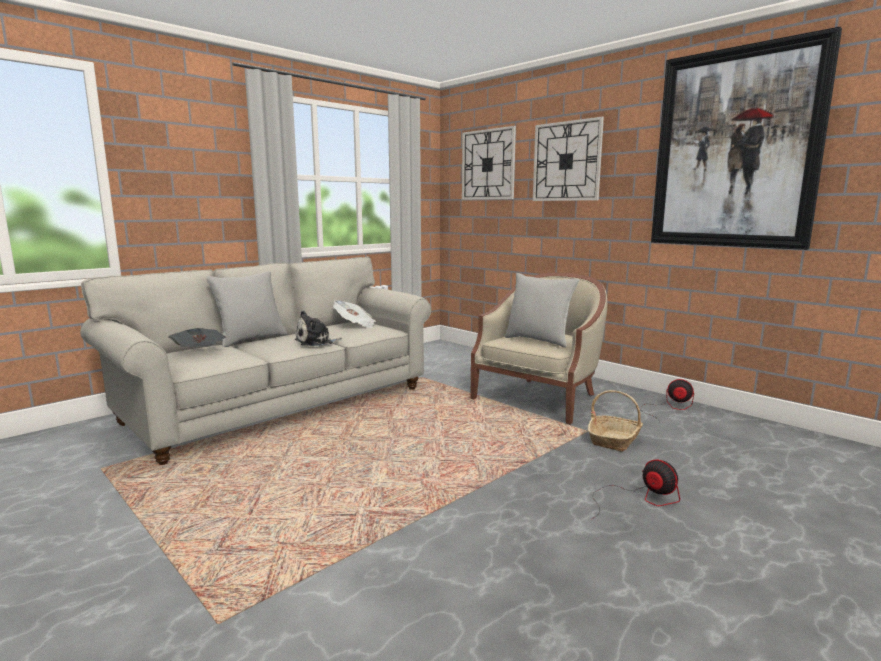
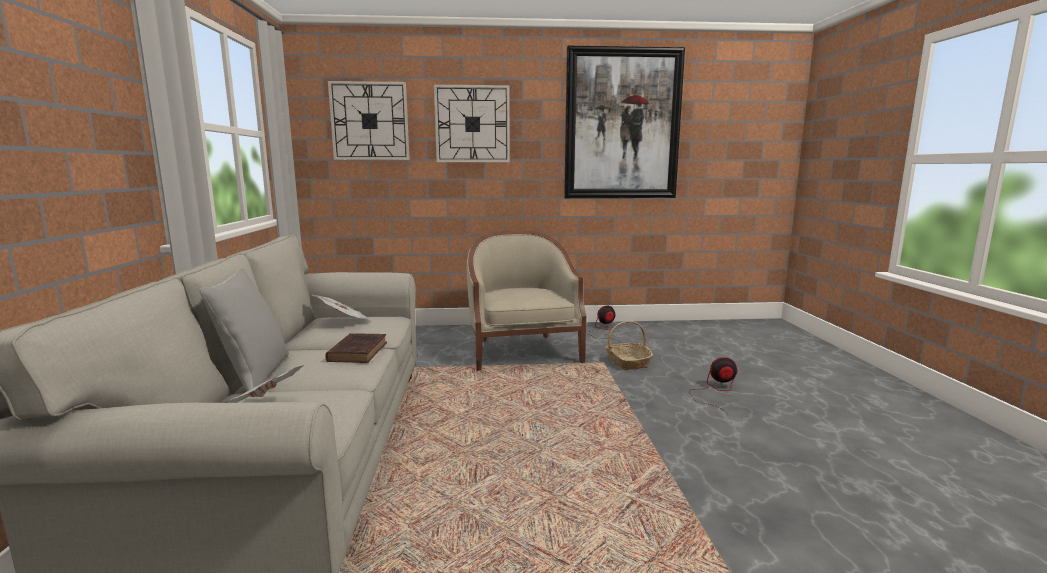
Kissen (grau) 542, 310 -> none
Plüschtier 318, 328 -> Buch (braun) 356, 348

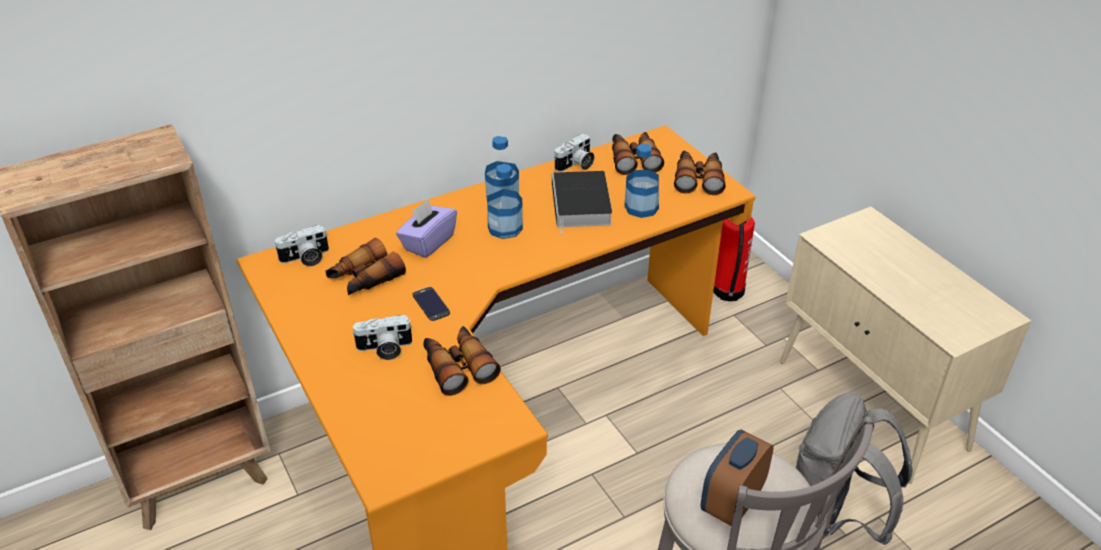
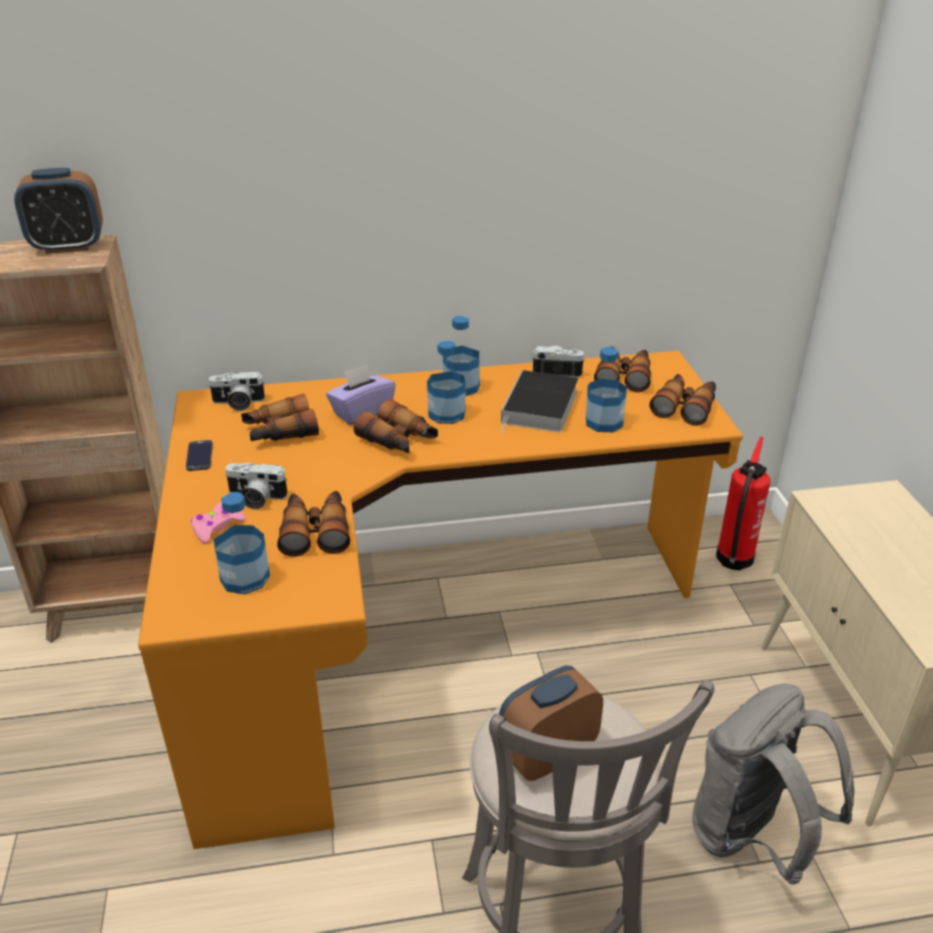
Kamera 575, 152 -> Kamera 558, 361, 150 degrees counterclockwise
Handy 431, 304 -> Handy 199, 455, shifted
none -> Wecker 58, 211
none -> Fernglas 396, 426
none -> Flasche 241, 543
none -> Gamepad (rosa) 218, 522

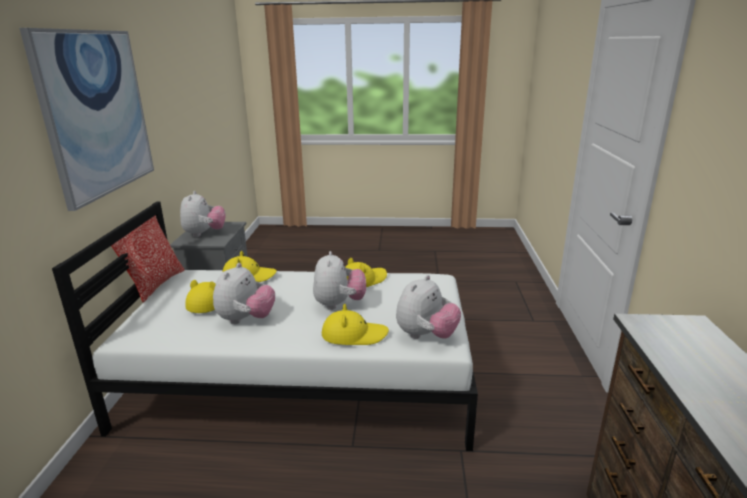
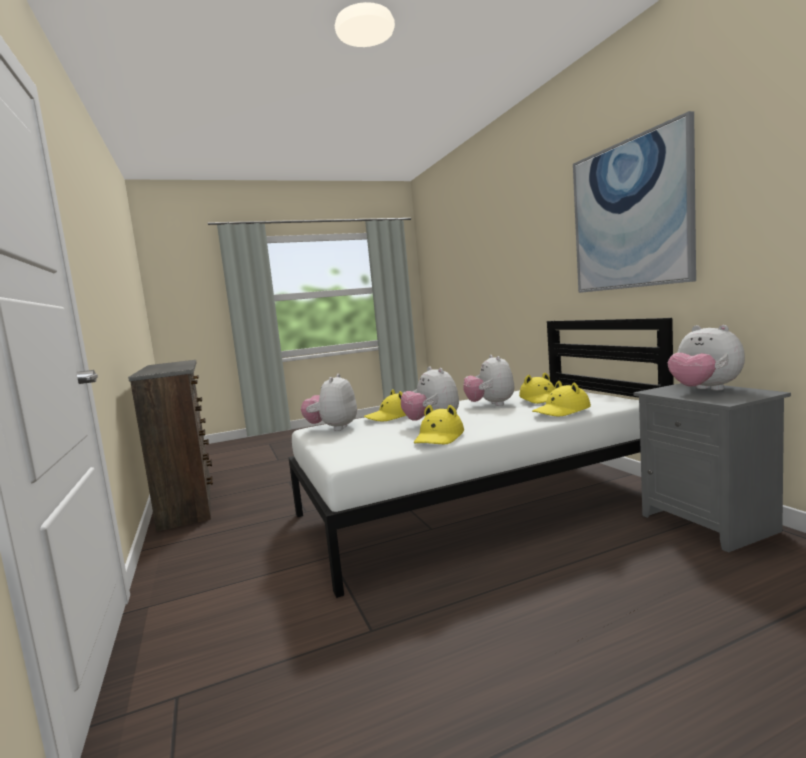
Kissen 147, 259 -> none

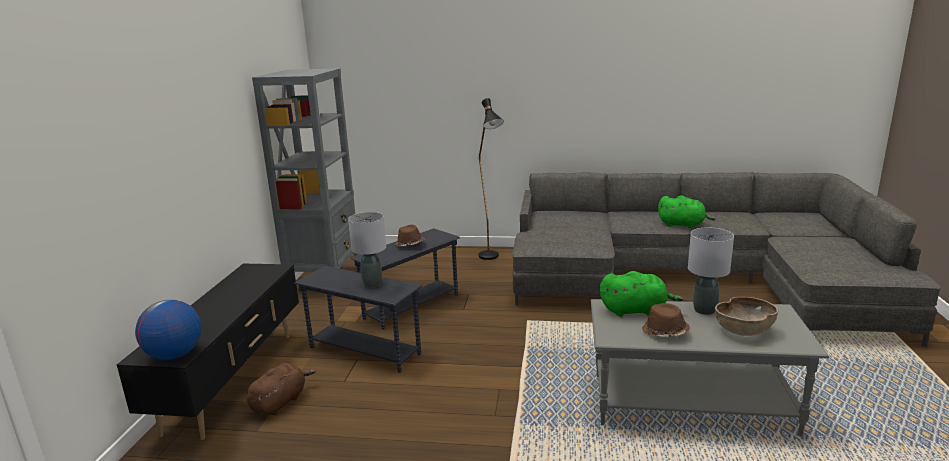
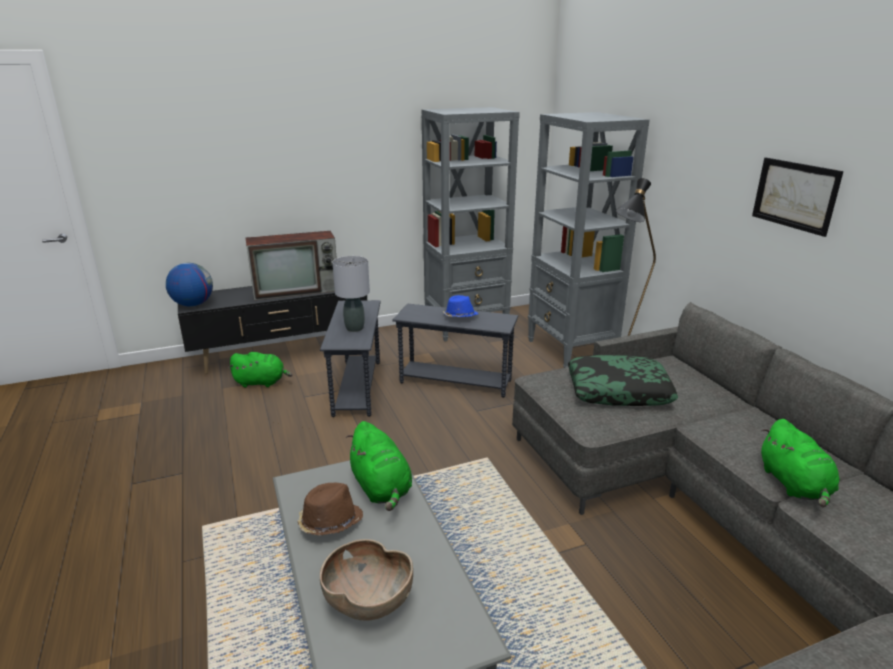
Hut (braun) 409, 235 -> Hut (blau) 460, 306
Tischlampe (grau) 711, 271 -> none
Plüschtier (braun) 281, 389 -> Plüschtier (grün) 260, 369
none -> Bücherregal (grau) 589, 240
none -> Bild 798, 197
none -> Fernseher 291, 265
none -> Kissen 623, 380

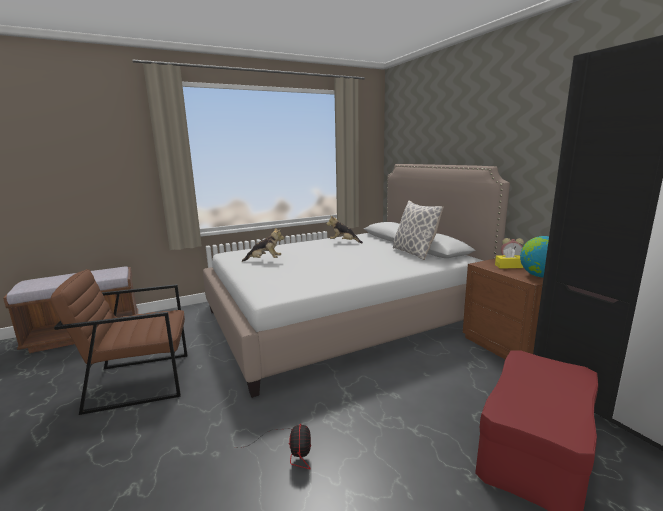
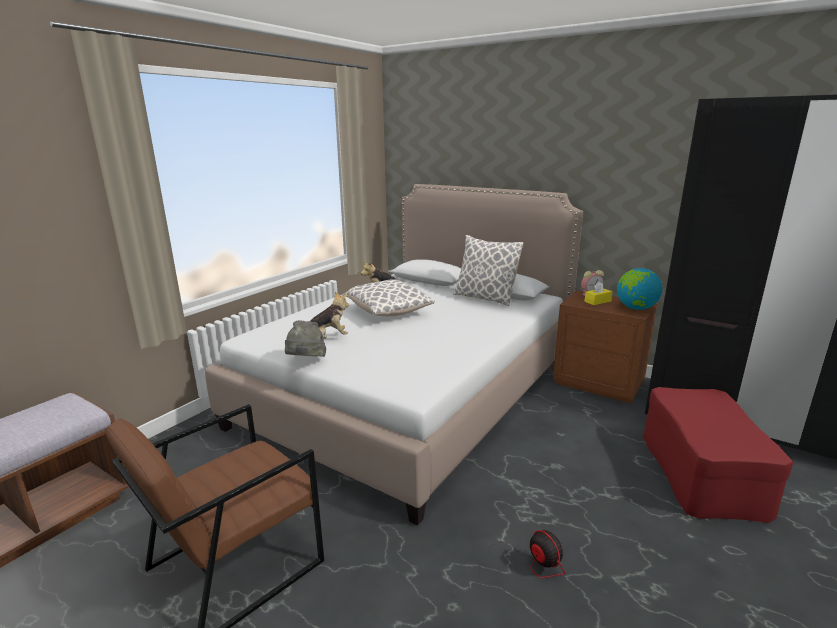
none -> Kissen 388, 298
none -> Hut (grau) 305, 338

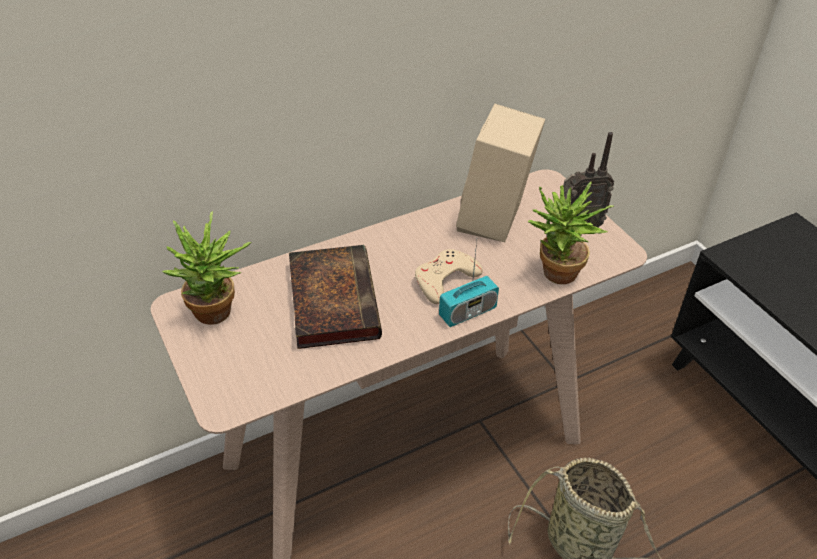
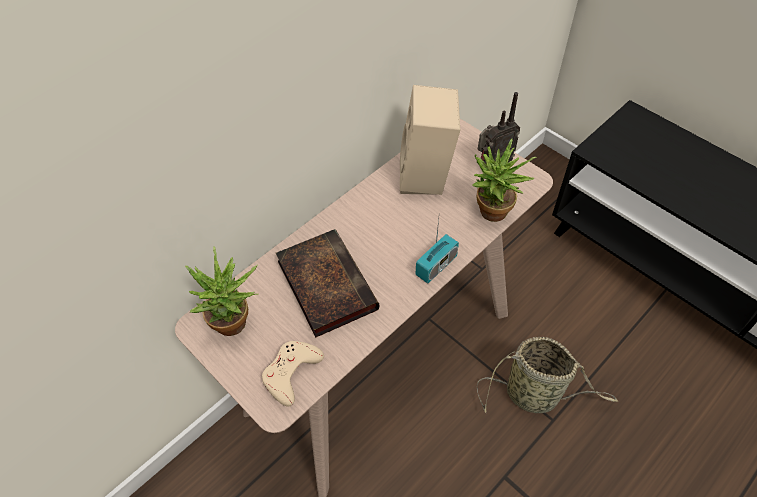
Gamepad (beige) 449, 276 -> Gamepad (beige) 293, 374, shifted

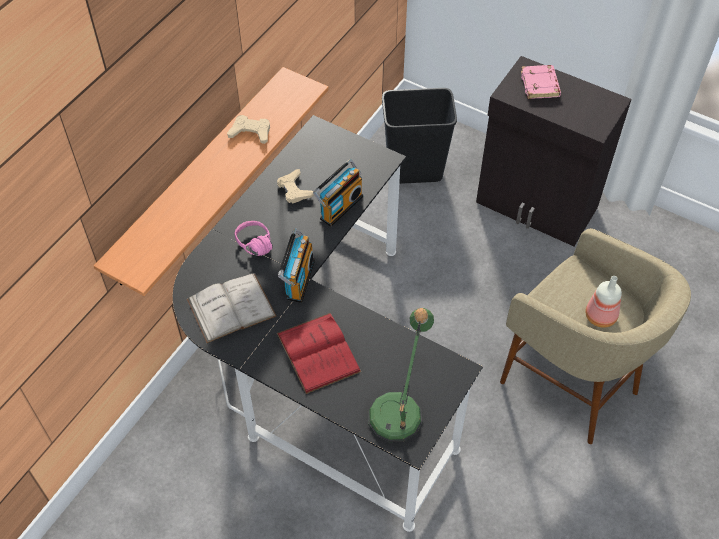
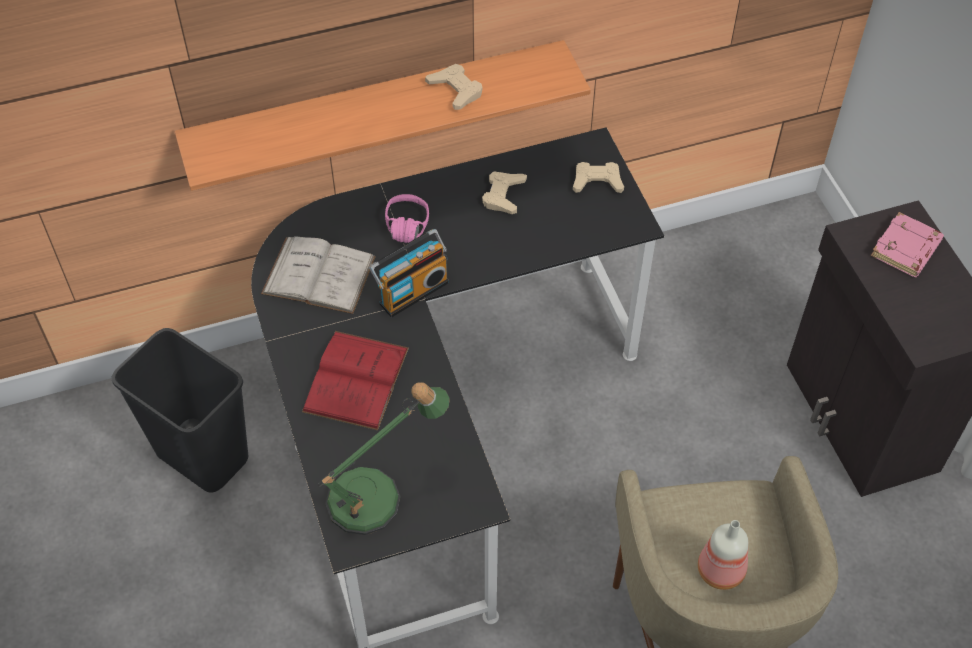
Mülleimer (schwarz) 419, 136 -> Mülleimer (schwarz) 179, 410, shifted
Radio 338, 193 -> none
none -> Gamepad (beige) 598, 177

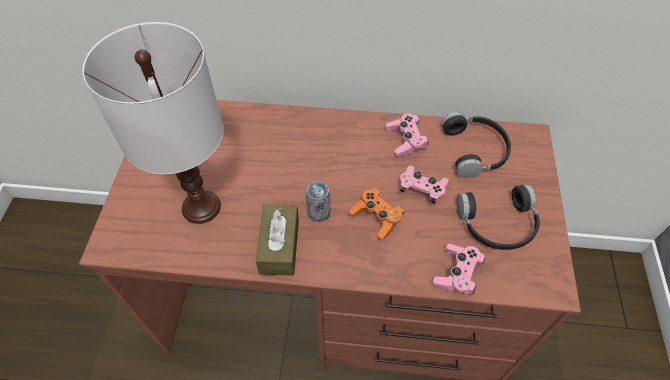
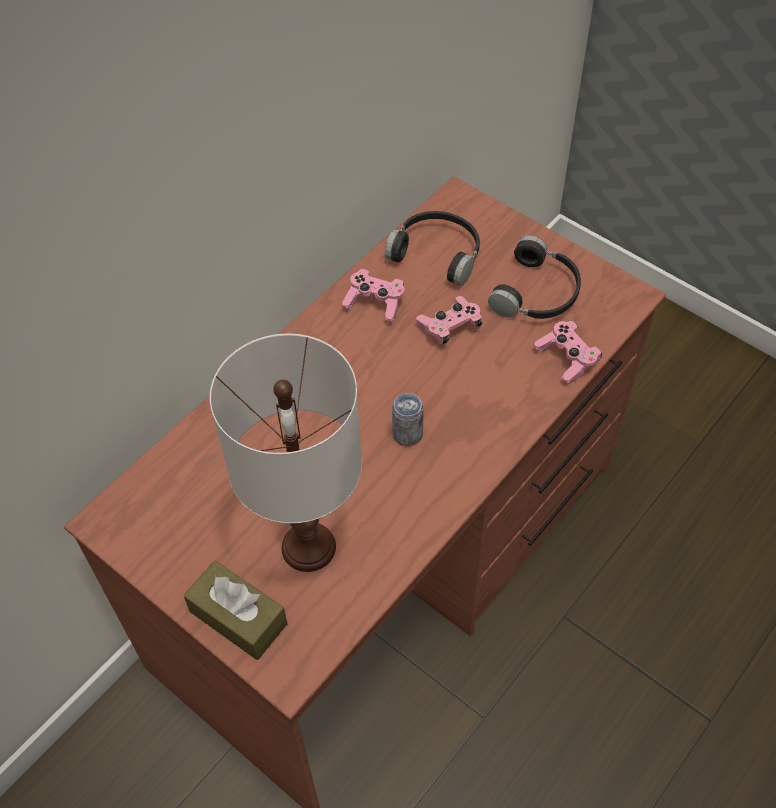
Gamepad (orange) 376, 214 -> none
Taschentuchbox (braun) 277, 240 -> Taschentuchbox (braun) 235, 610, shifted

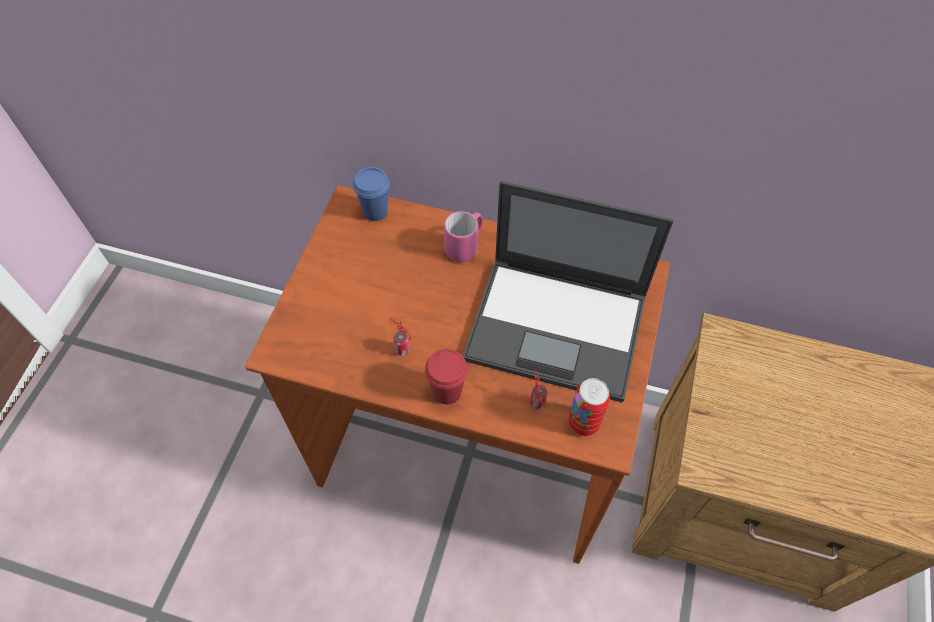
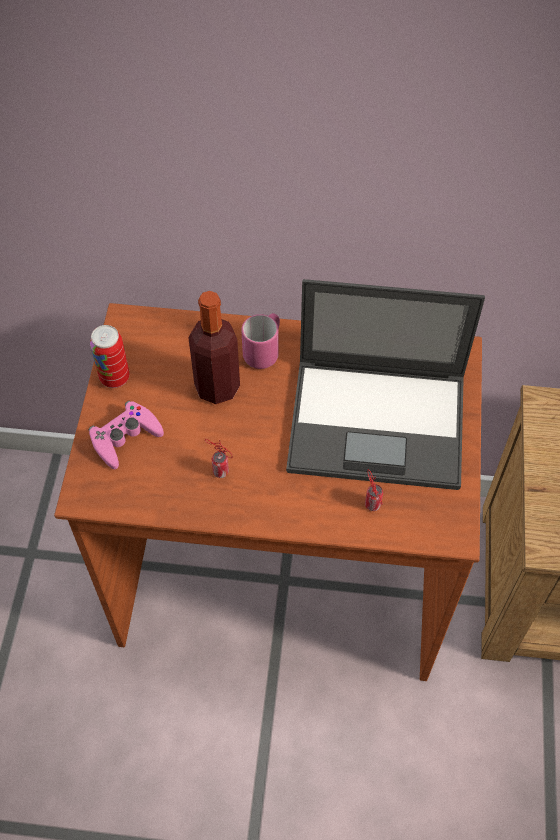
Tasse (blau) 371, 194 -> none
Tasse (rot) 446, 376 -> none
Dose 589, 407 -> Dose 110, 356, shifted
none -> Flasche 214, 347
none -> Gamepad (rosa) 126, 435

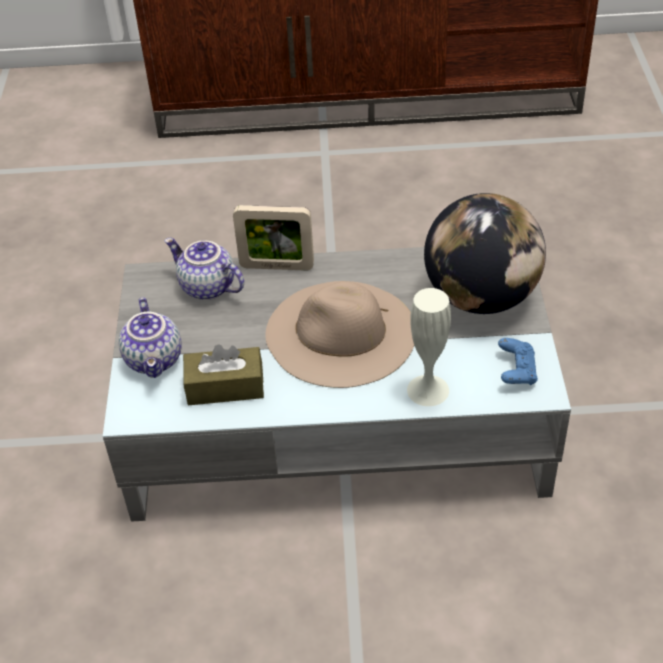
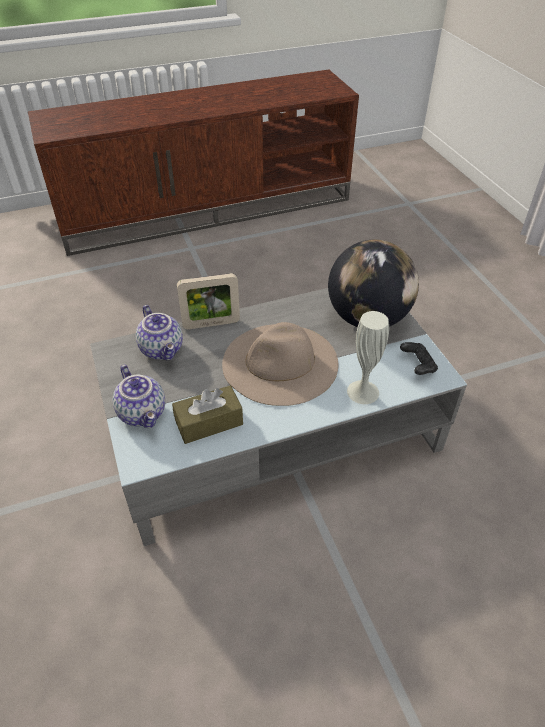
Teekanne 204, 269 -> Teekanne 159, 332, 135 degrees counterclockwise
Gamepad (blau) 518, 361 -> Gamepad (schwarz) 419, 358

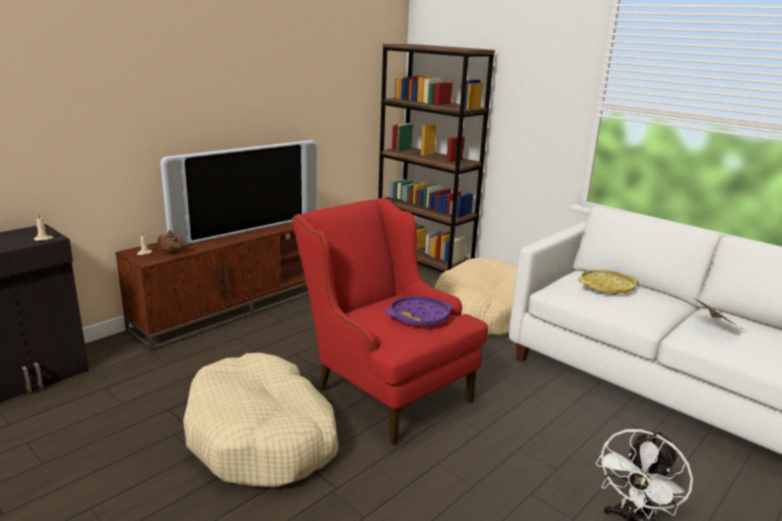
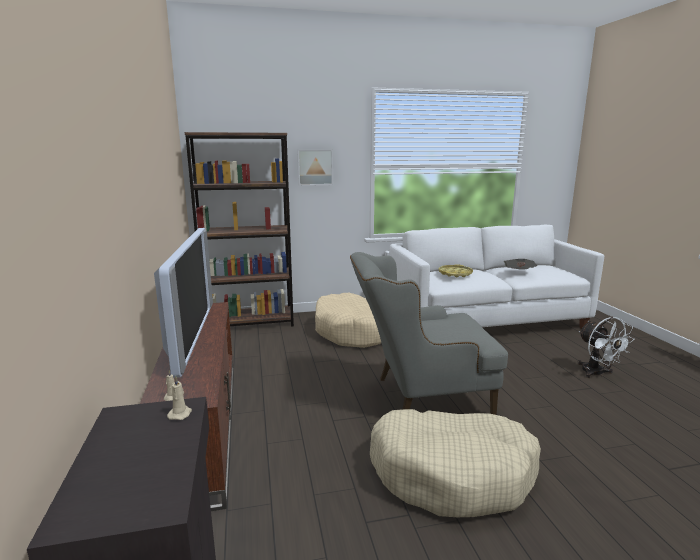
Sessel (rot) 390, 321 -> Sessel (grau) 429, 333
Teekanne (braun) 170, 241 -> none
Tablett (lila) 419, 311 -> none
none -> Bild 315, 167

